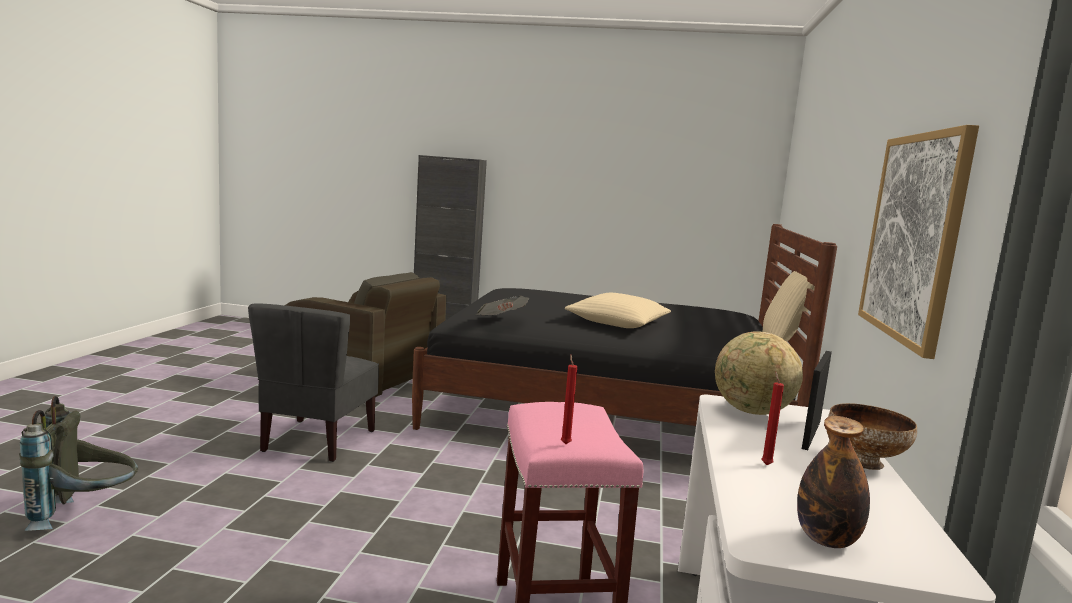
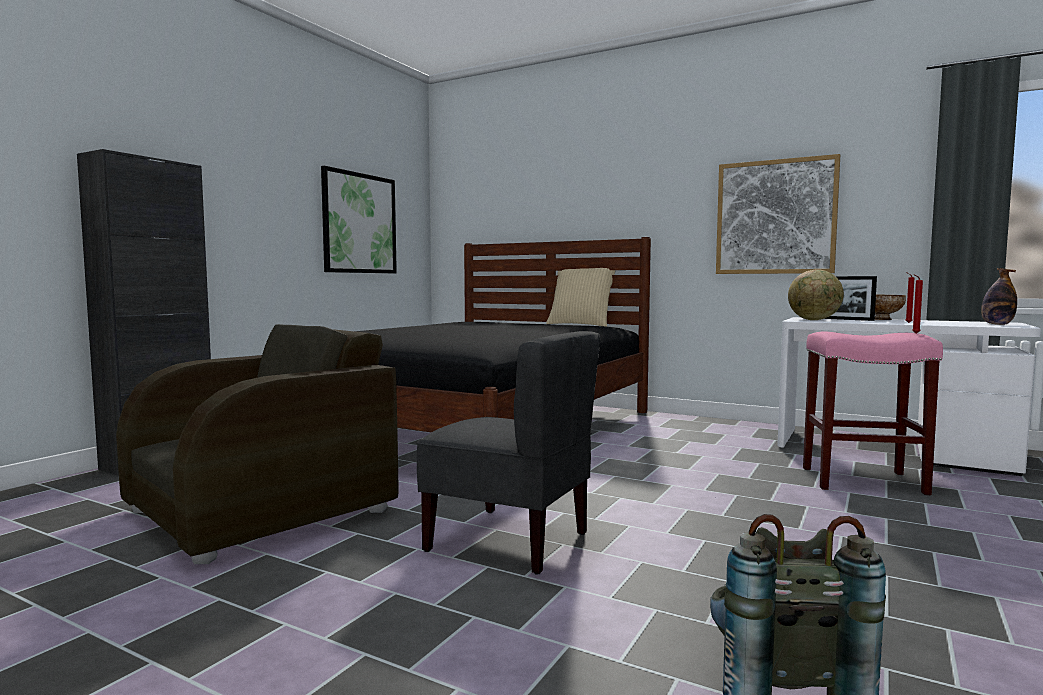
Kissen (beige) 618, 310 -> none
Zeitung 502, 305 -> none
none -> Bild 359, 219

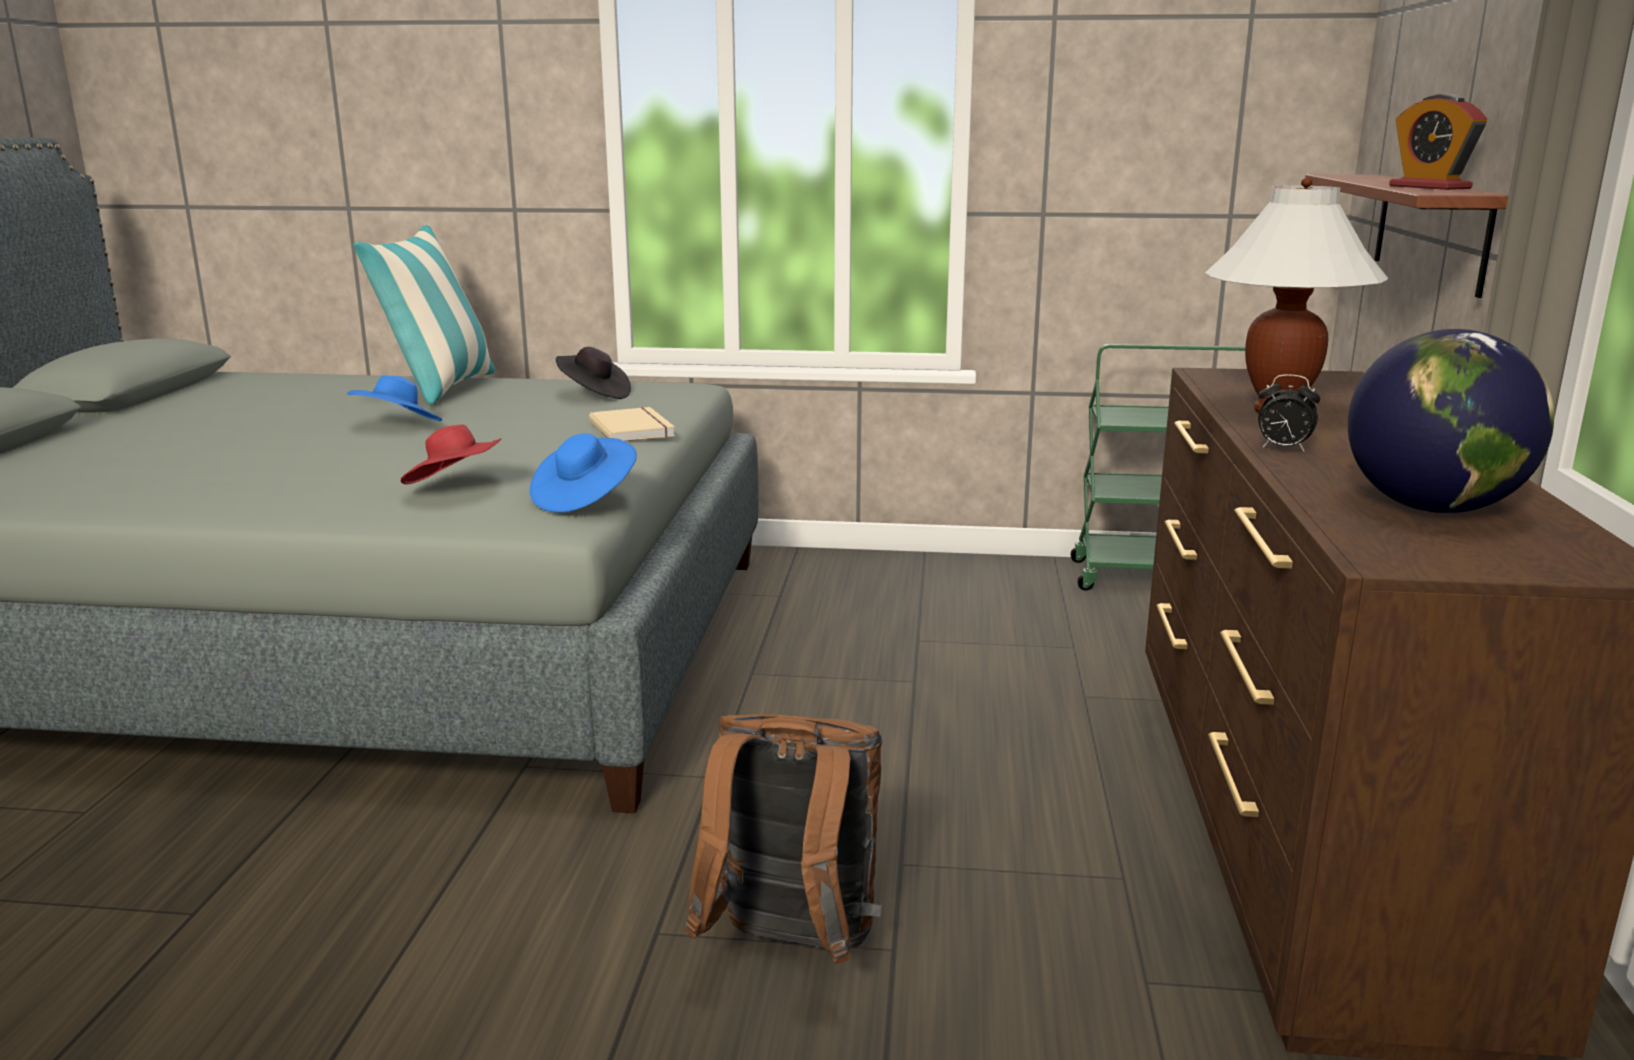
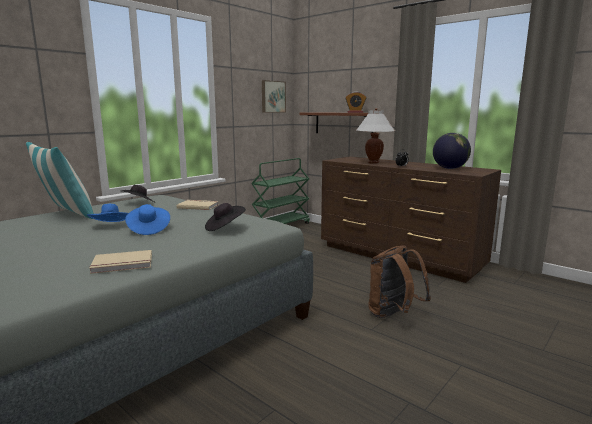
Hut (rot) 451, 454 -> Hut (schwarz) 225, 217
Hut (blau) 583, 472 -> Hut (blau) 147, 219, shifted
none -> Bild 274, 96
none -> Buch (beige) 120, 262

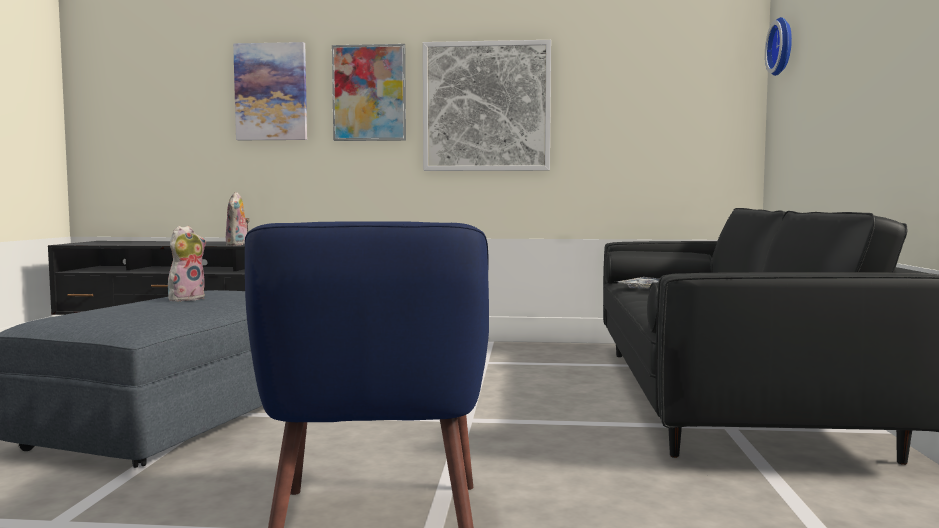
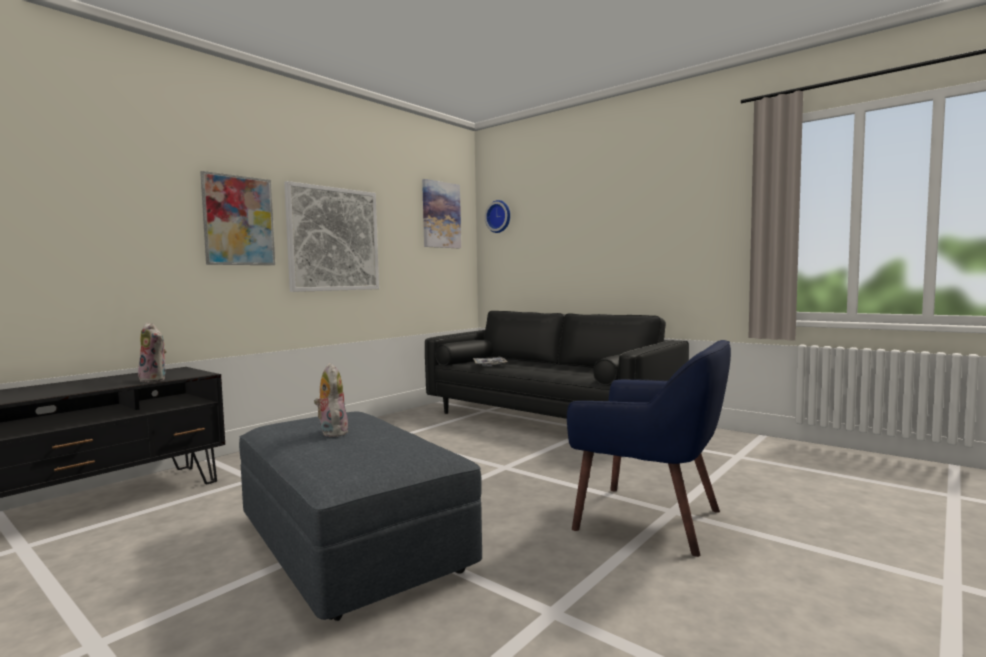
Bild 270, 91 -> Bild 441, 213, shifted

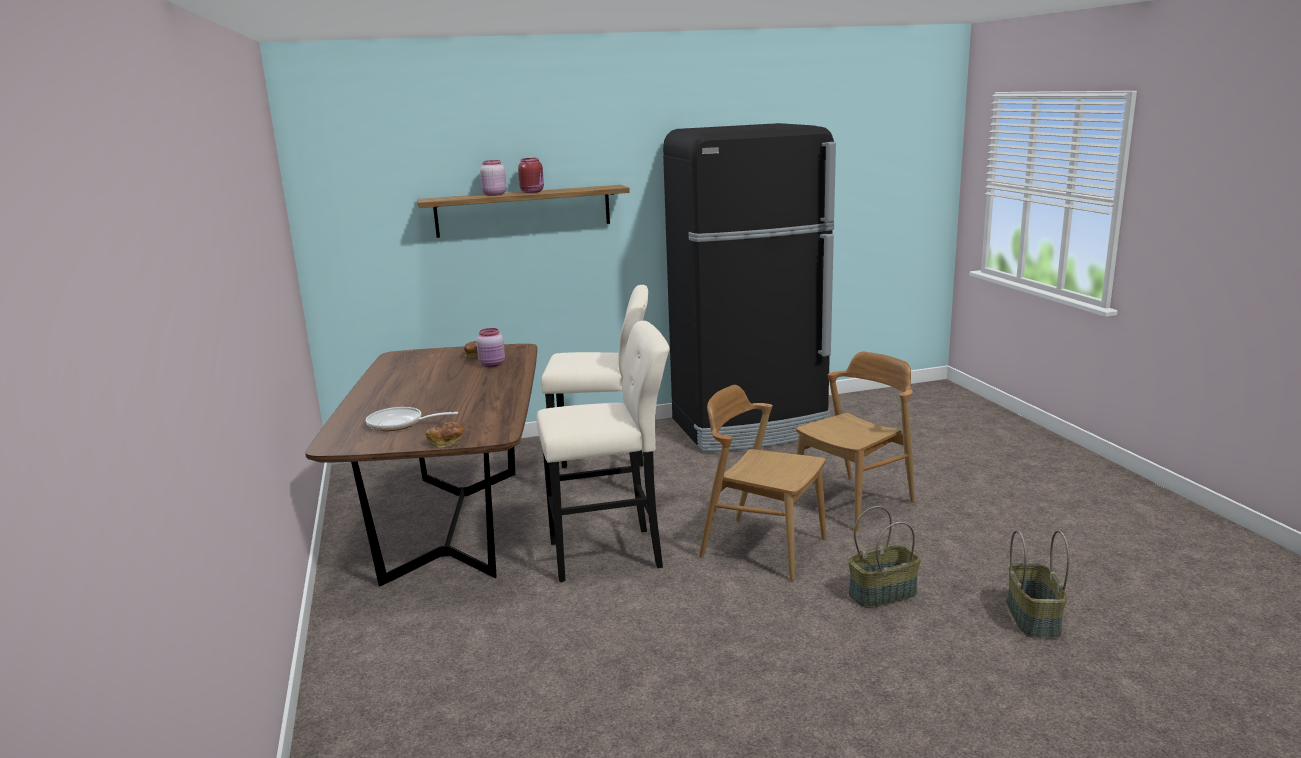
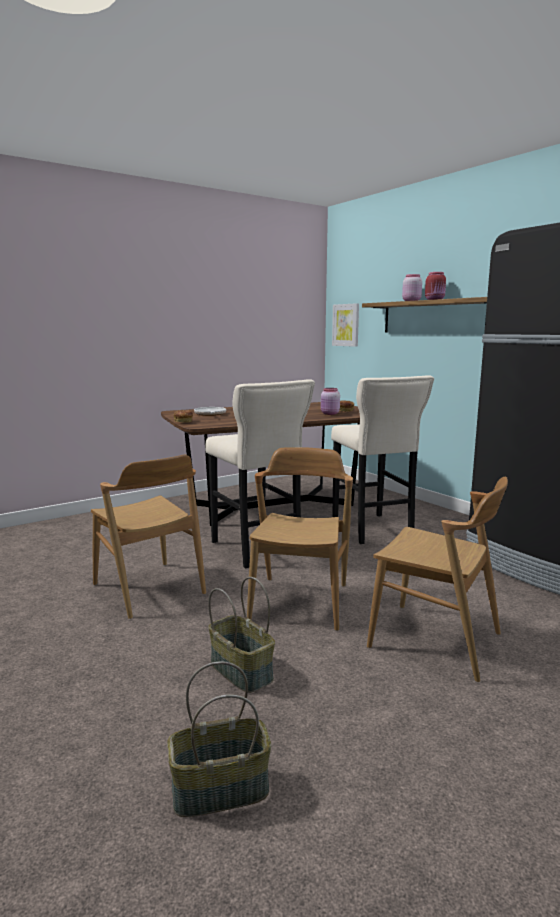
none -> Bild 345, 325
none -> Stuhl (braun) 148, 536

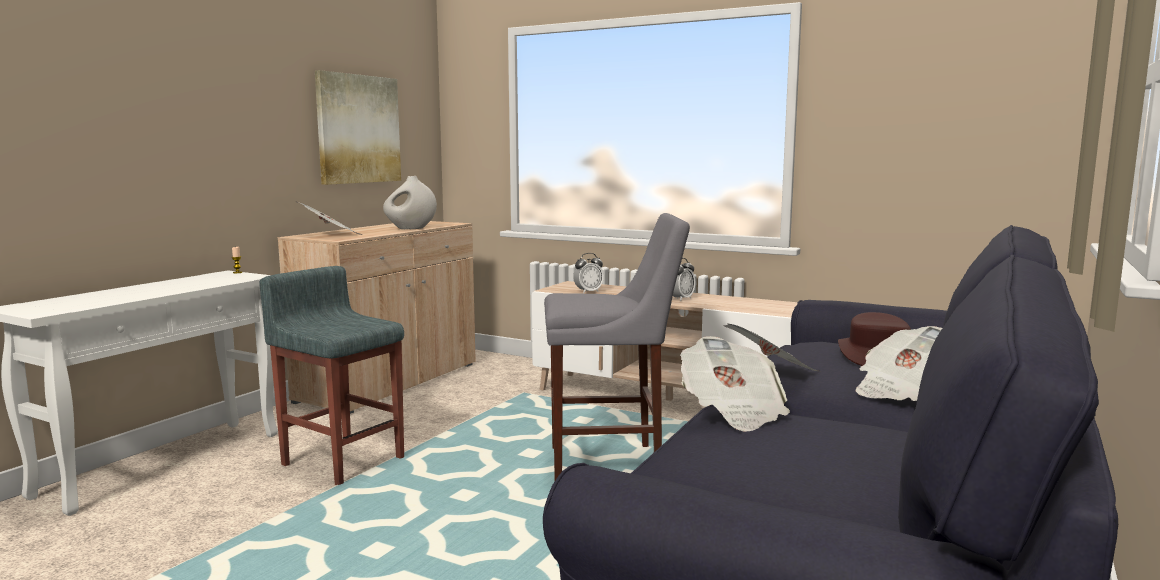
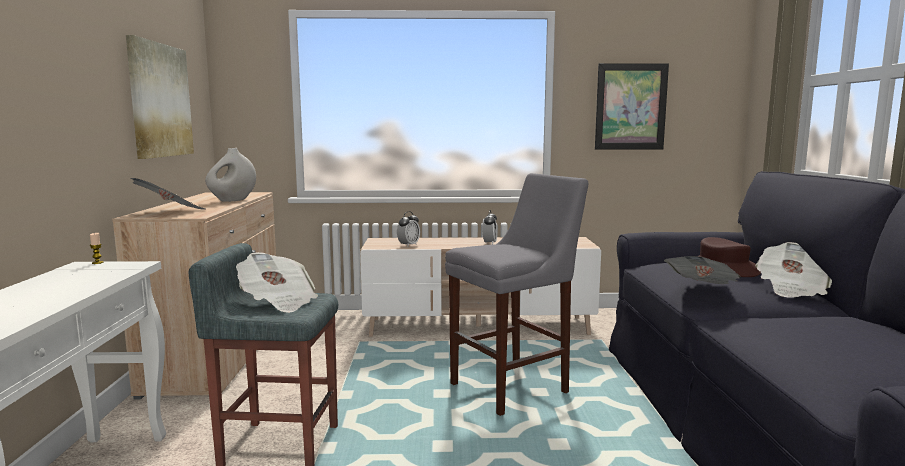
Zeitung 735, 384 -> Zeitung 277, 282, shifted
none -> Bild 632, 106

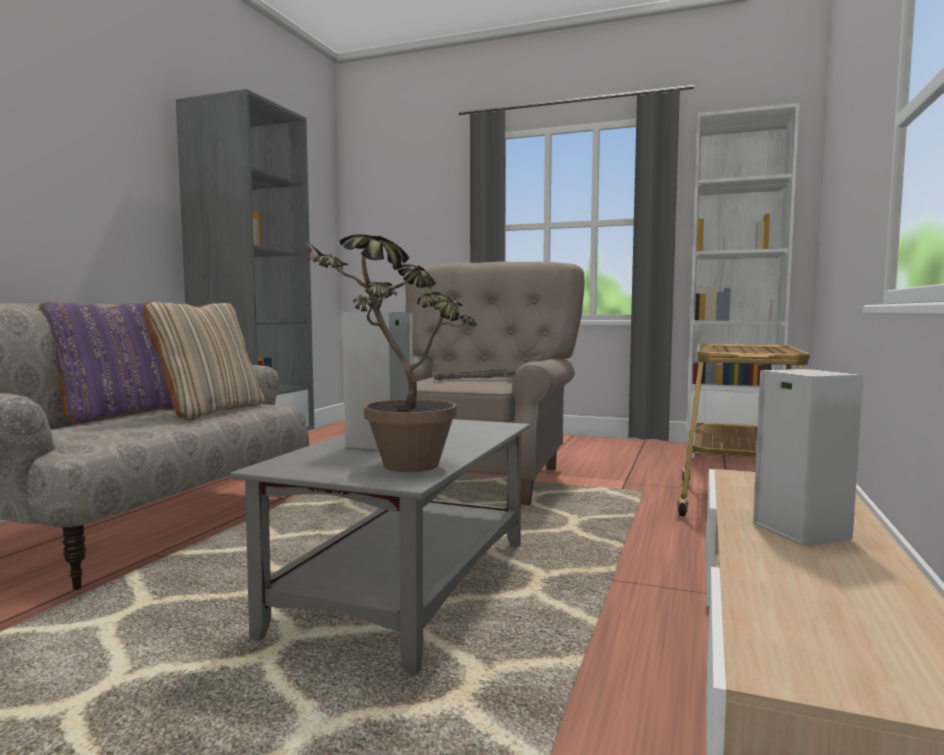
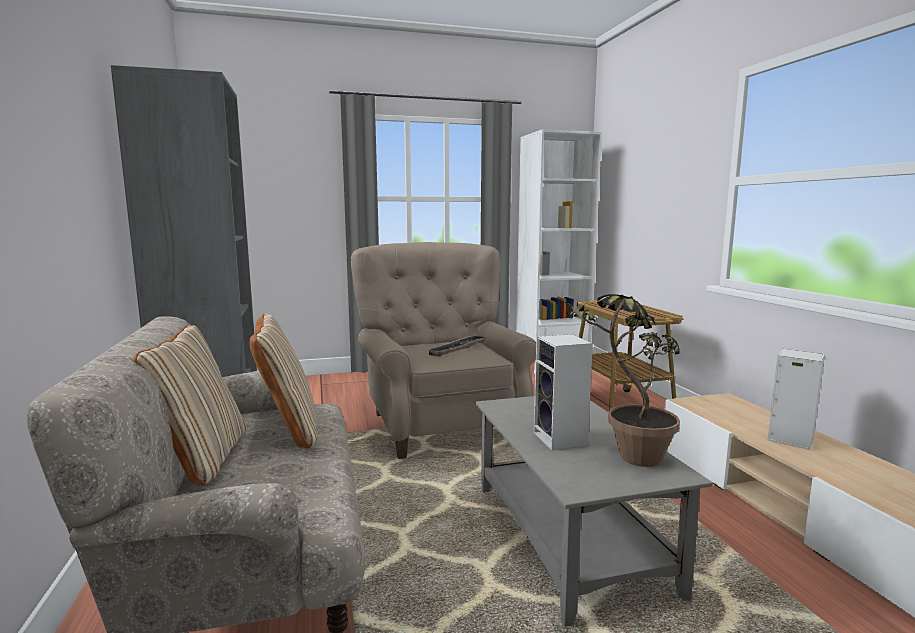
Kissen (lila) 106, 363 -> Kissen (beige) 189, 405

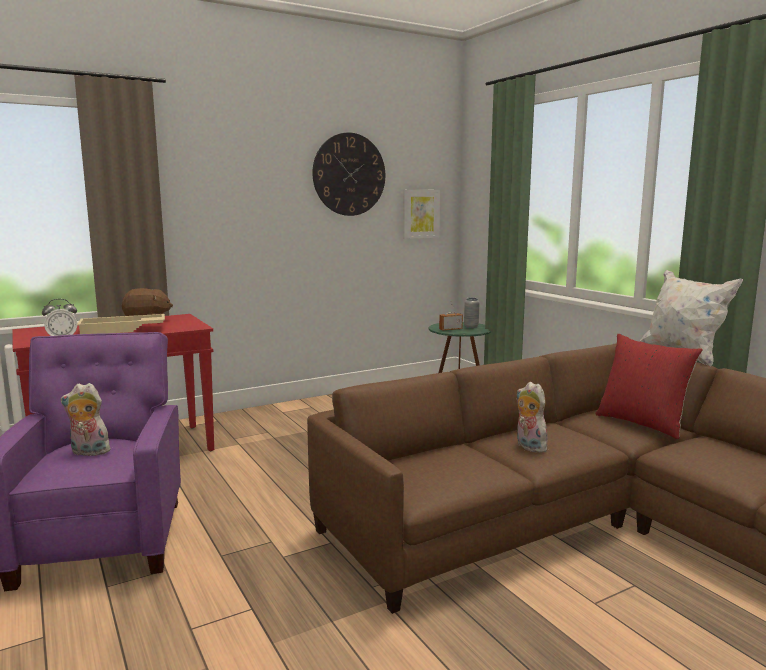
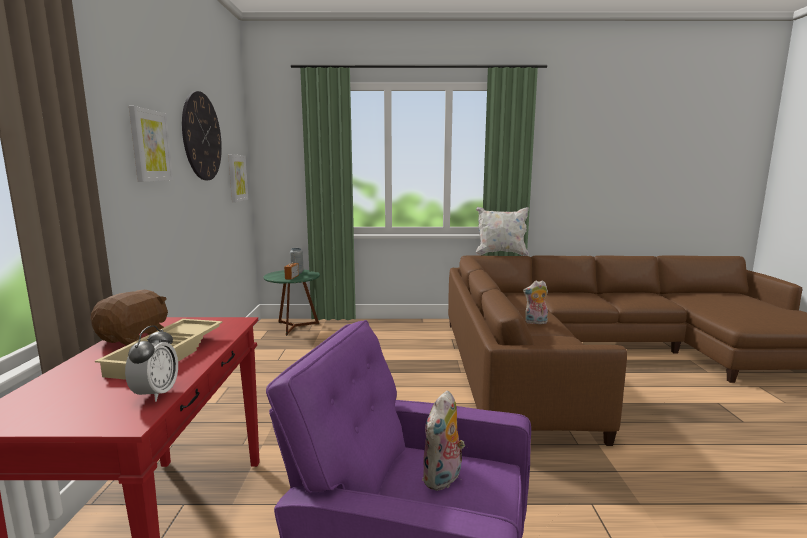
Kissen (rot) 649, 386 -> none
none -> Bild 151, 144

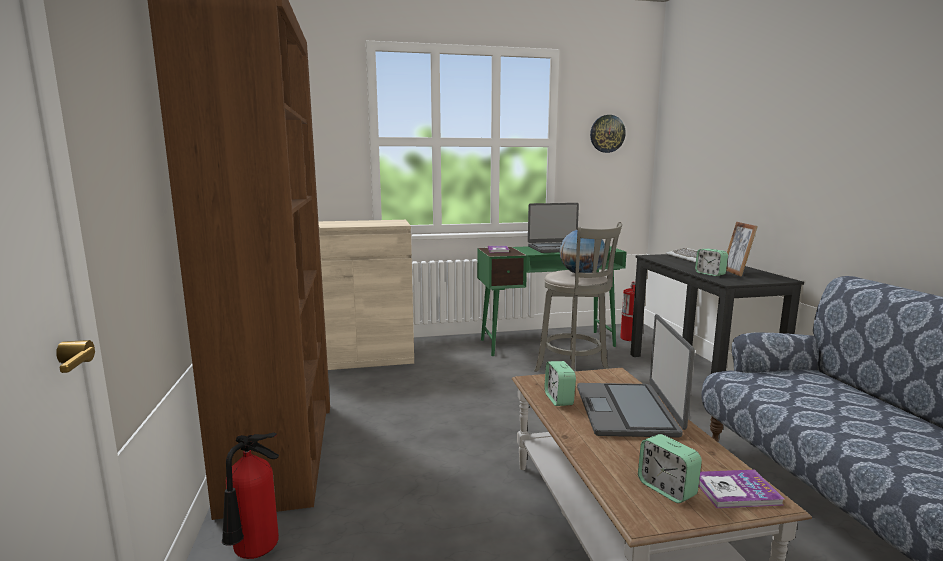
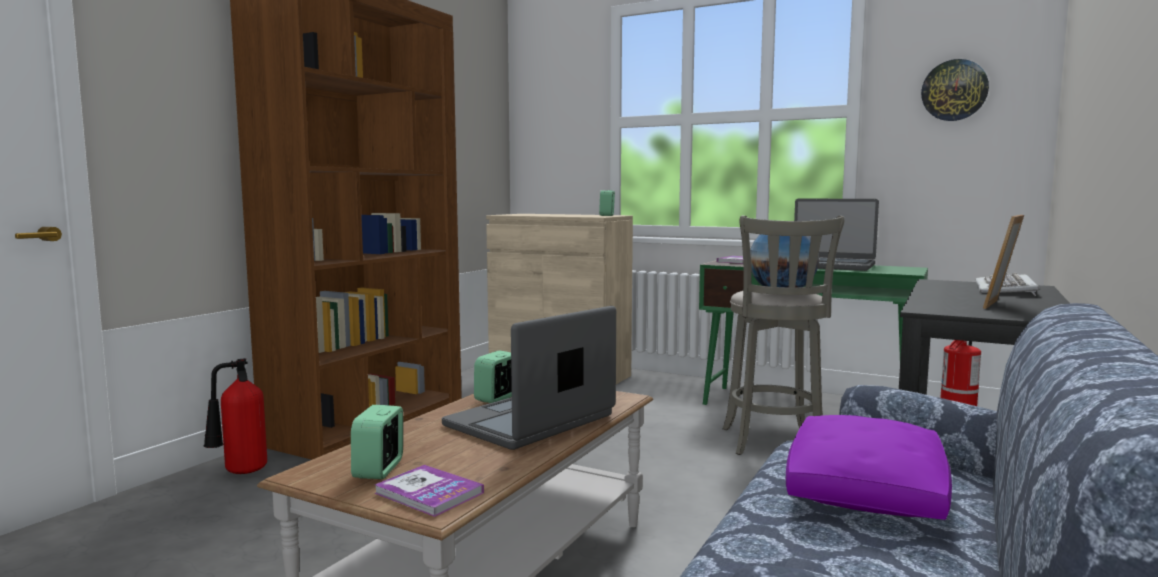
Wecker 711, 262 -> Wecker 607, 203, shifted
none -> Kissen (lila) 869, 467

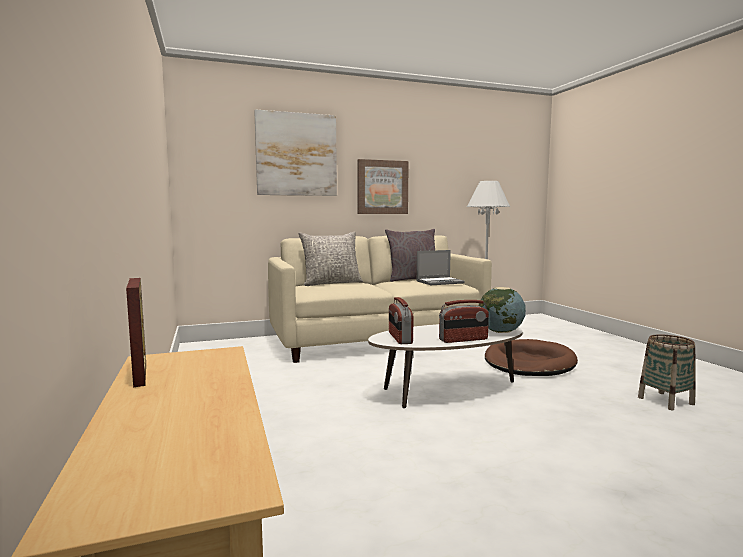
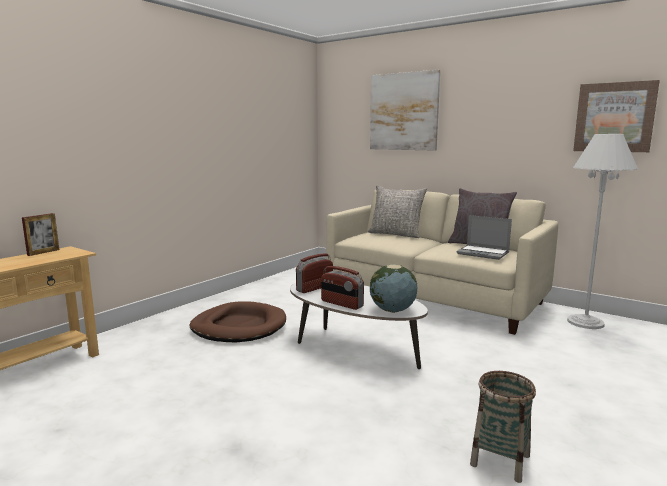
Bild 383, 186 -> Bild 616, 116, shifted
Hundebett (braun) 531, 357 -> Hundebett (braun) 237, 321, shifted

